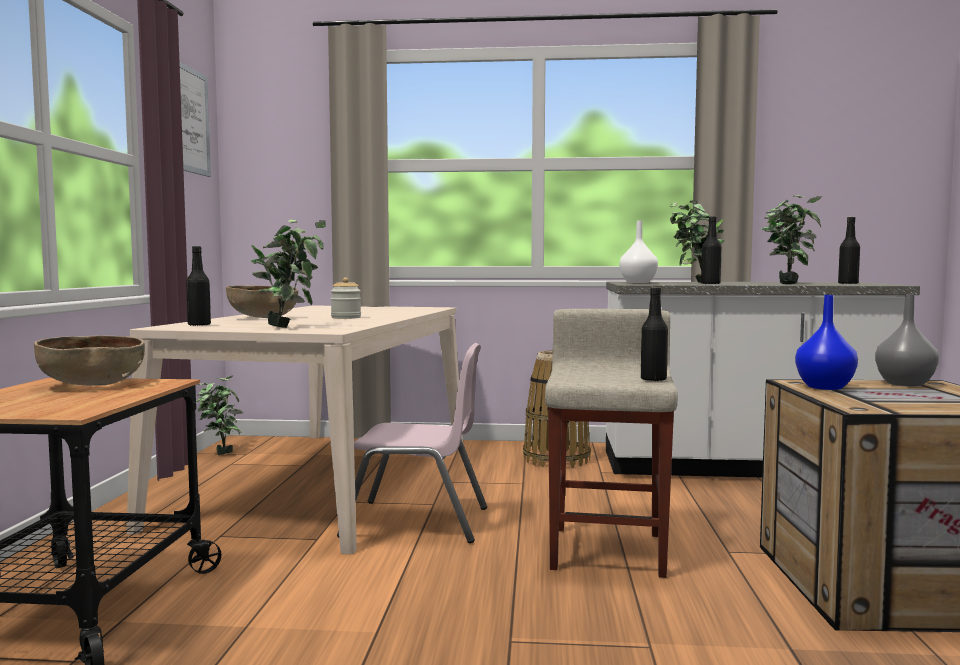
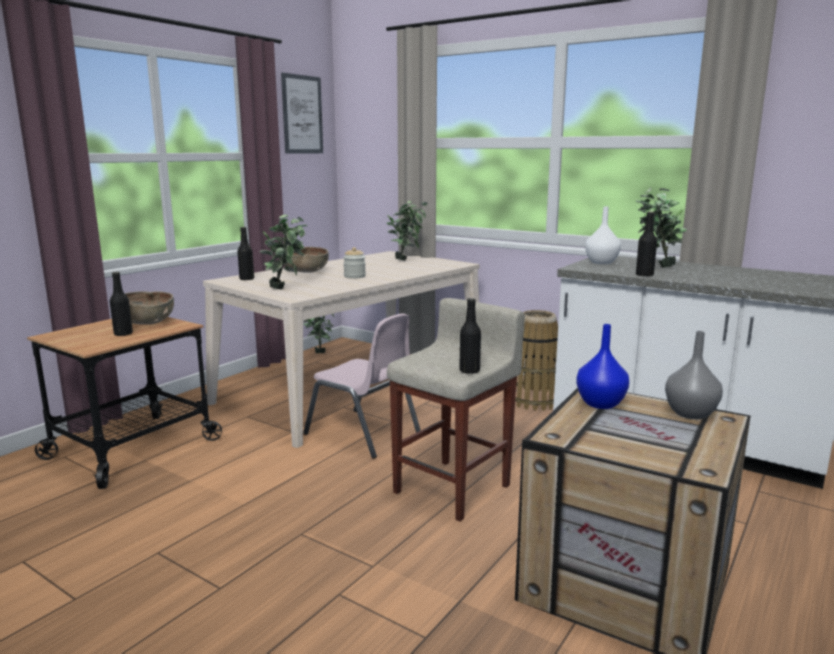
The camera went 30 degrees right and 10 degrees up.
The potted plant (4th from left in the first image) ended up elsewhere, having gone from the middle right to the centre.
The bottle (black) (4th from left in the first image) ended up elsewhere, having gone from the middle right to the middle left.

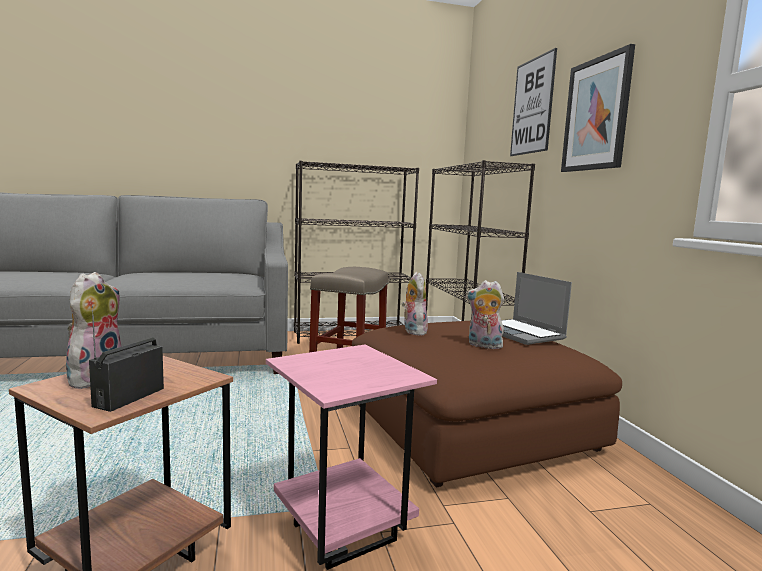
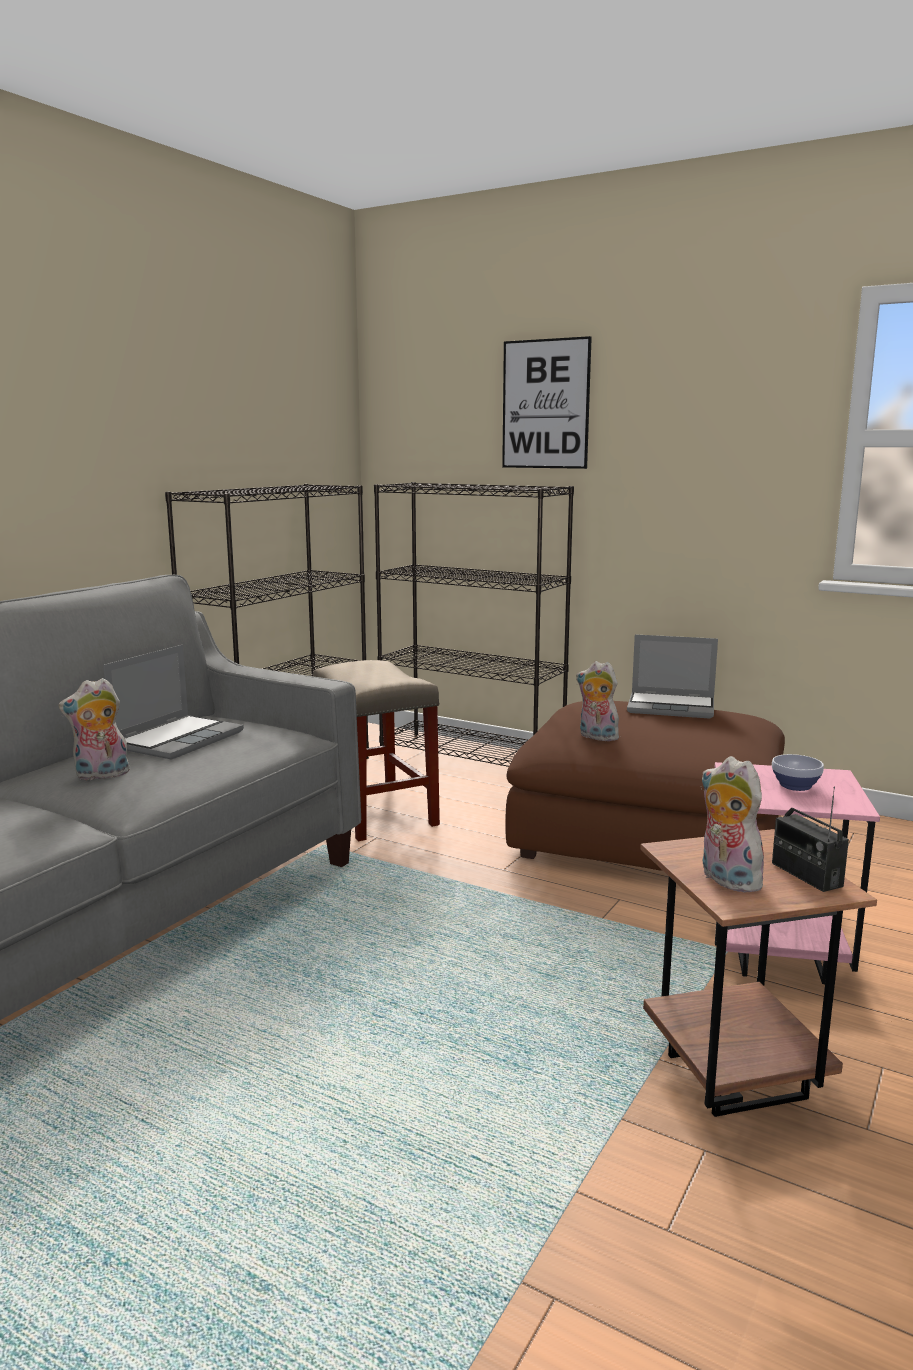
The camera went 45 degrees left and 5 degrees up.
The second view lost the picture (2nd from left) at the top right.
The plush toy (3rd from left in the first image) ended up elsewhere, having gone from the centre to the middle left.
The second view gained the laptop (1st from left) at the middle left.
The second view gained the bowl at the middle right.

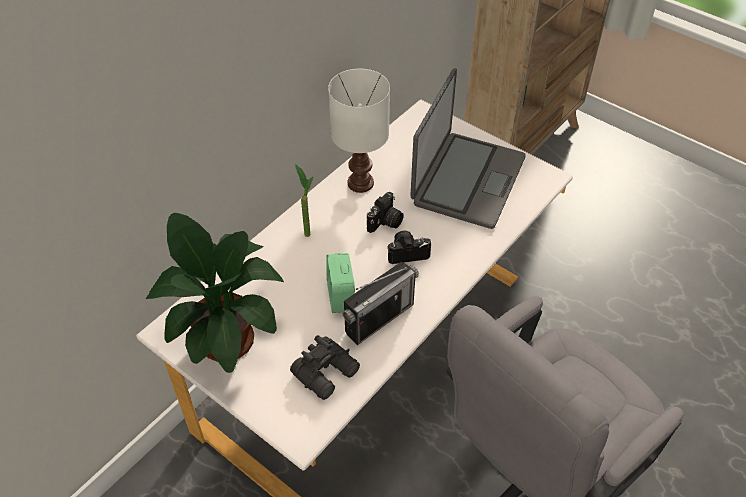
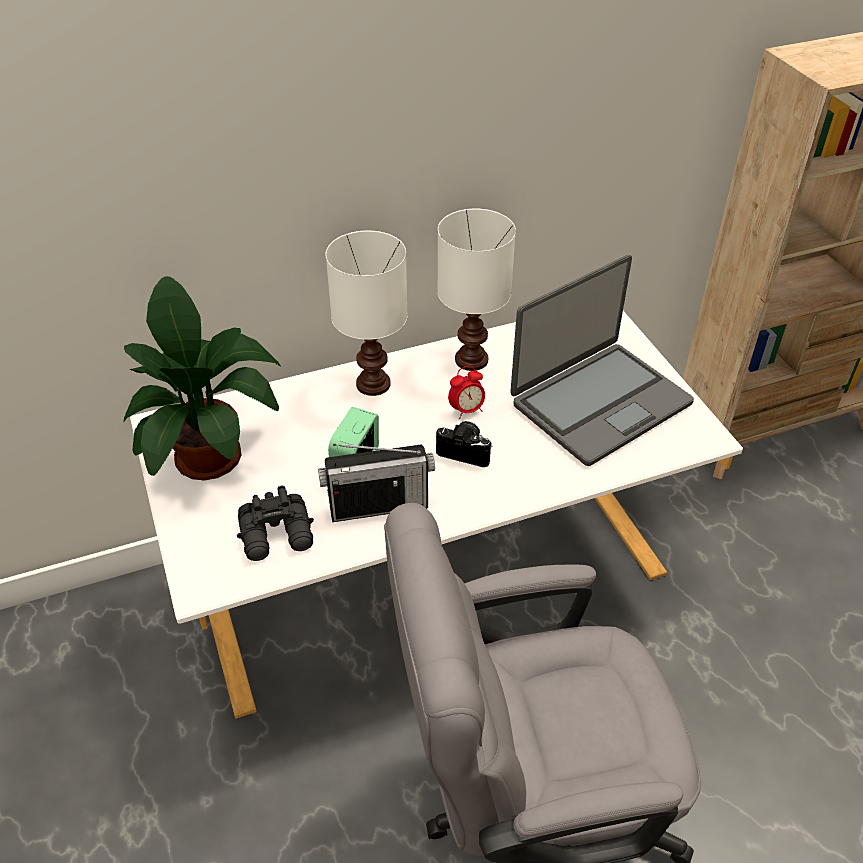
The camera went 30 degrees right and 5 degrees down.
Where the potted plant (2nd from left) stood at the centre, the table lamp (white) (1st from left) came to stand at the centre.
Where the photo camera (1st from left) stood at the centre, the alarm clock (2nd from left) came to stand at the centre.

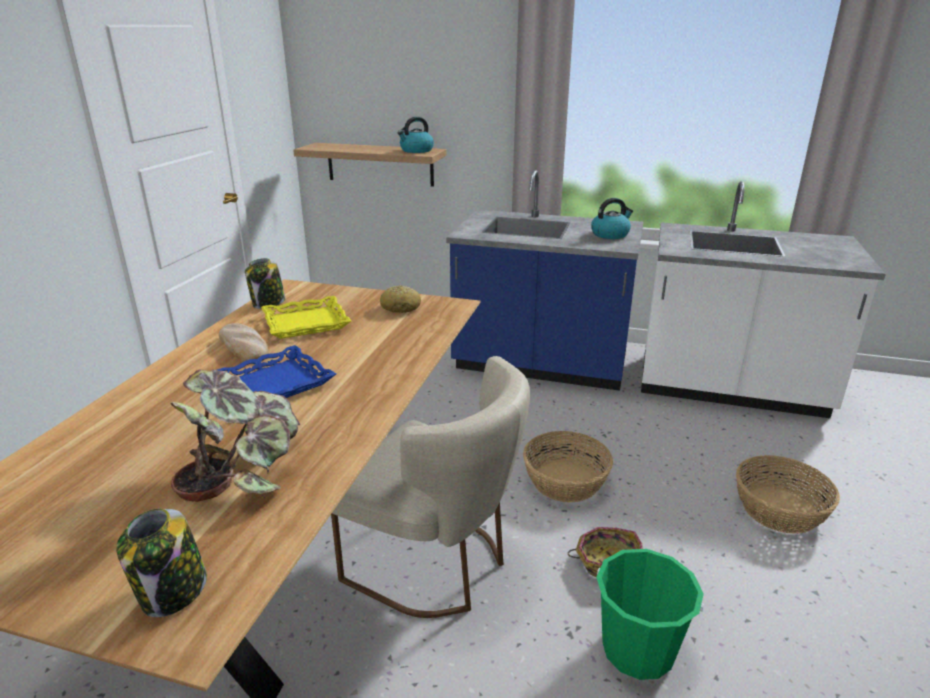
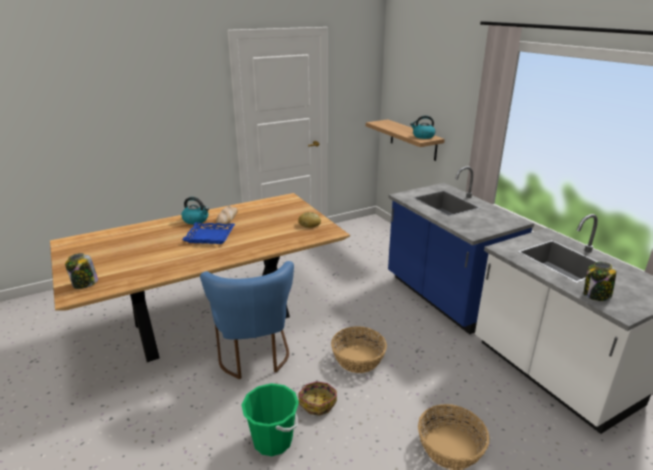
The camera went 45 degrees right and 0 degrees up.
The kettle (2nd from left in the first image) ended up elsewhere, having gone from the top centre to the middle left.
The jar (2nd from left) ended up elsewhere, having gone from the middle left to the middle right.
The second view lost the tray (yellow) at the middle left.
What was the chair (beige) at the bottom centre turned into the chair (blue) at the bottom centre.
The second view lost the potted plant at the middle left.

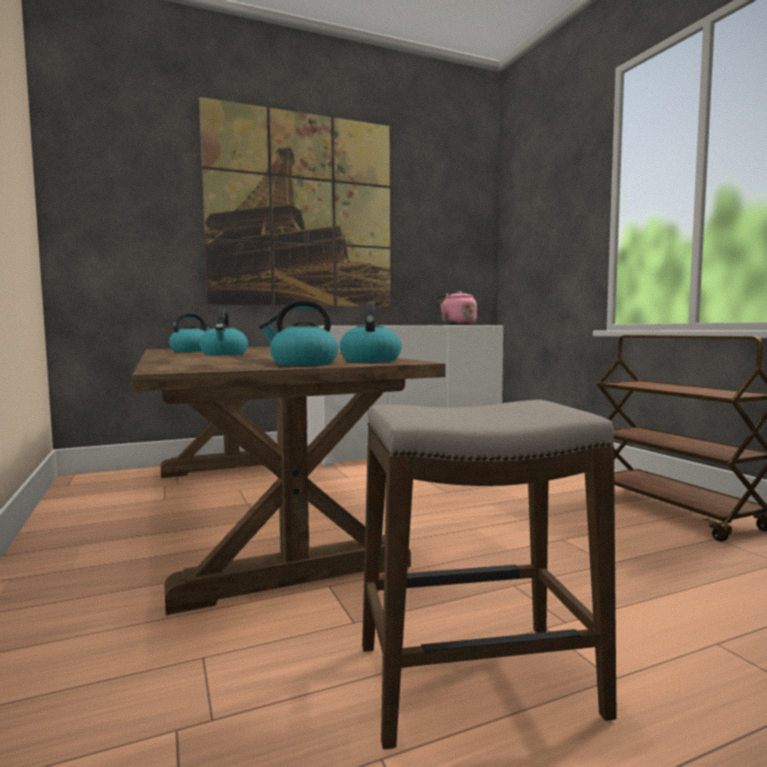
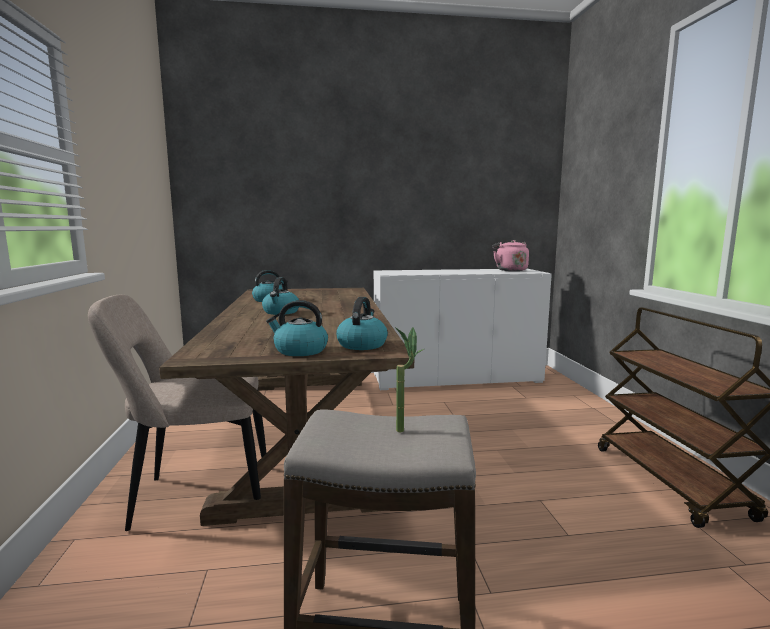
The camera went 15 degrees right and 5 degrees up.
The second view lost the picture at the top centre.
The second view gained the chair (beige) at the middle left.
The second view gained the potted plant at the centre.

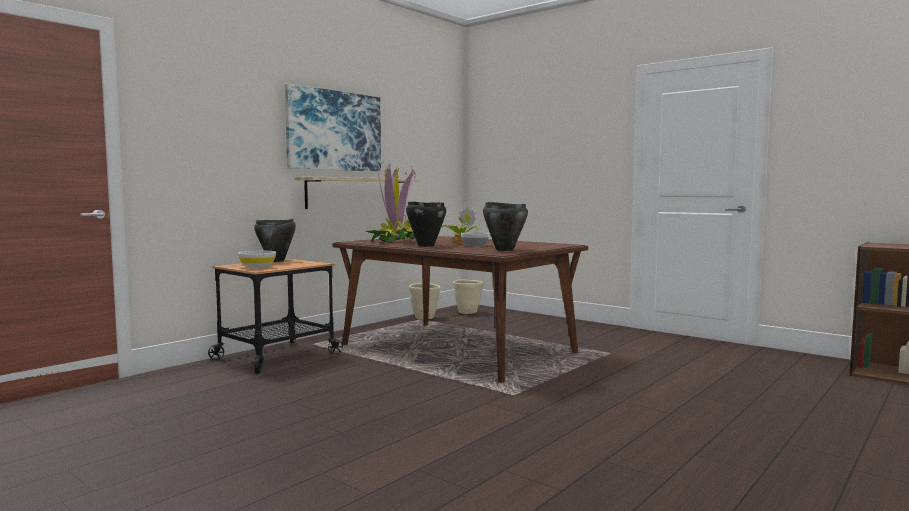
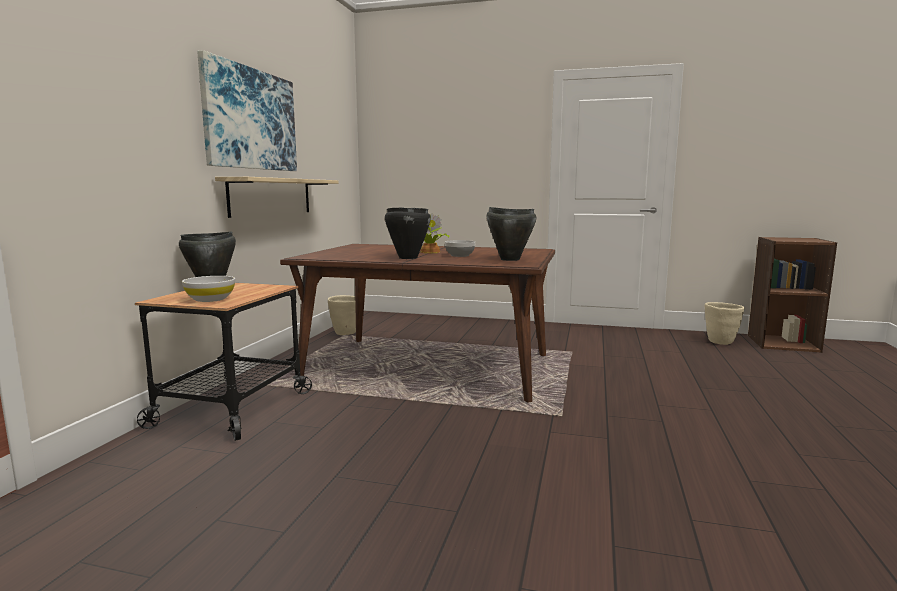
The camera went 25 degrees left and 5 degrees up.
The second view lost the potted plant (1st from left) at the centre.
The planter (beige) (2nd from left) ended up elsewhere, having gone from the centre to the middle right.

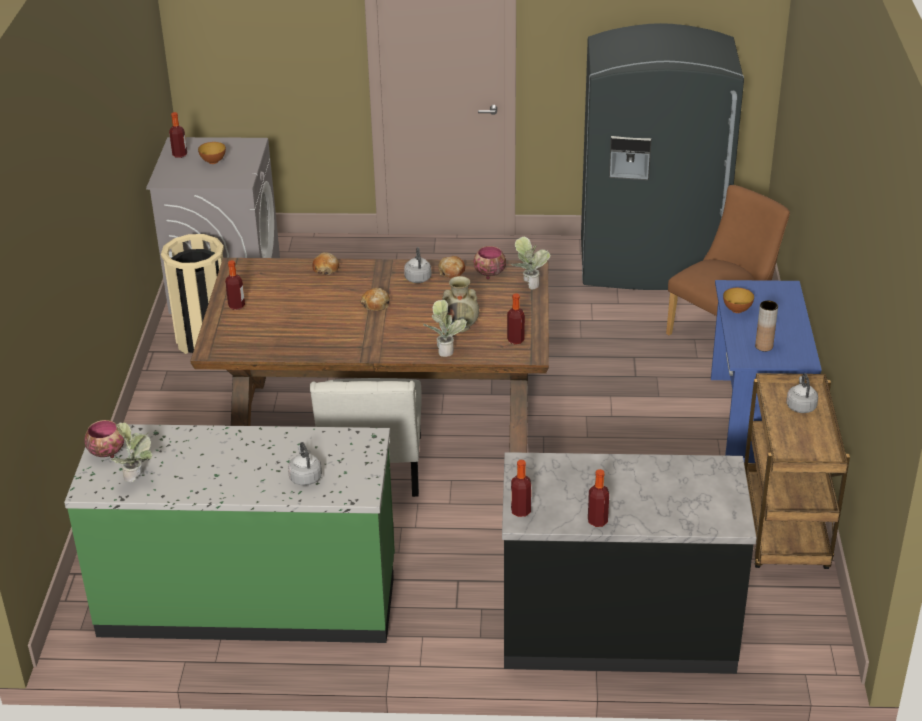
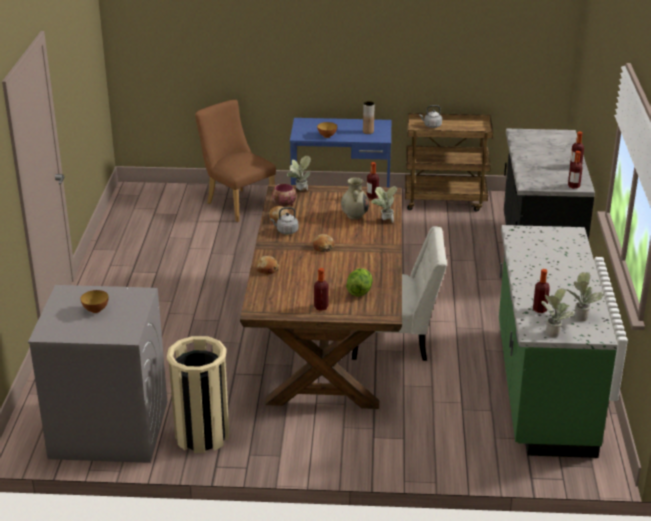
The camera went 90 degrees left and 5 degrees down.
The second view lost the fridge (grey) at the top right.
The bottle (1st from left in the first image) ended up elsewhere, having gone from the top left to the middle right.
Where the bowl (1st from left) stood at the middle left, the potted plant (3rd from left) came to stand at the middle right.
The second view lost the kettle (grey) (1st from left) at the middle left.
The second view gained the lettuce at the centre.

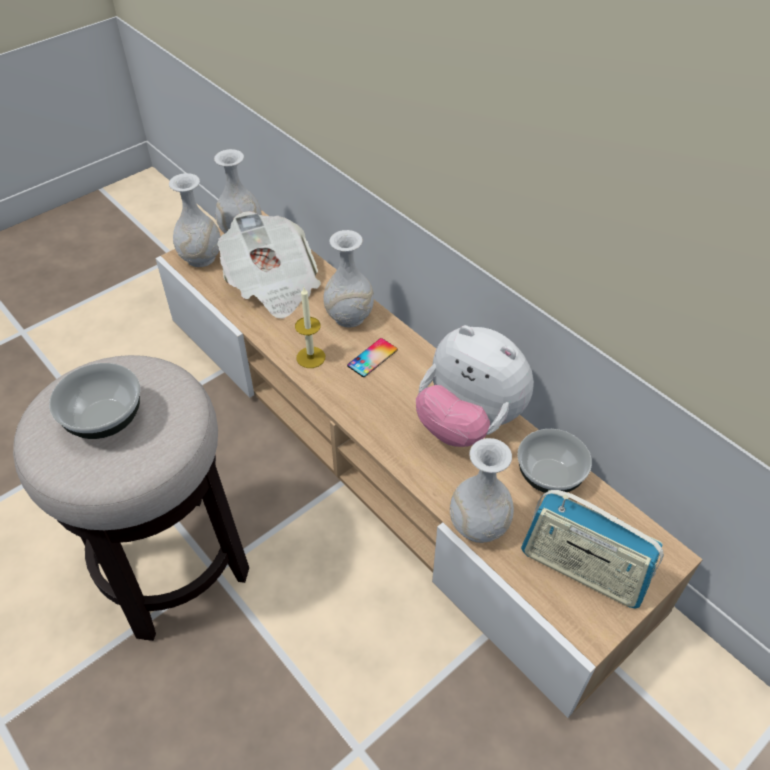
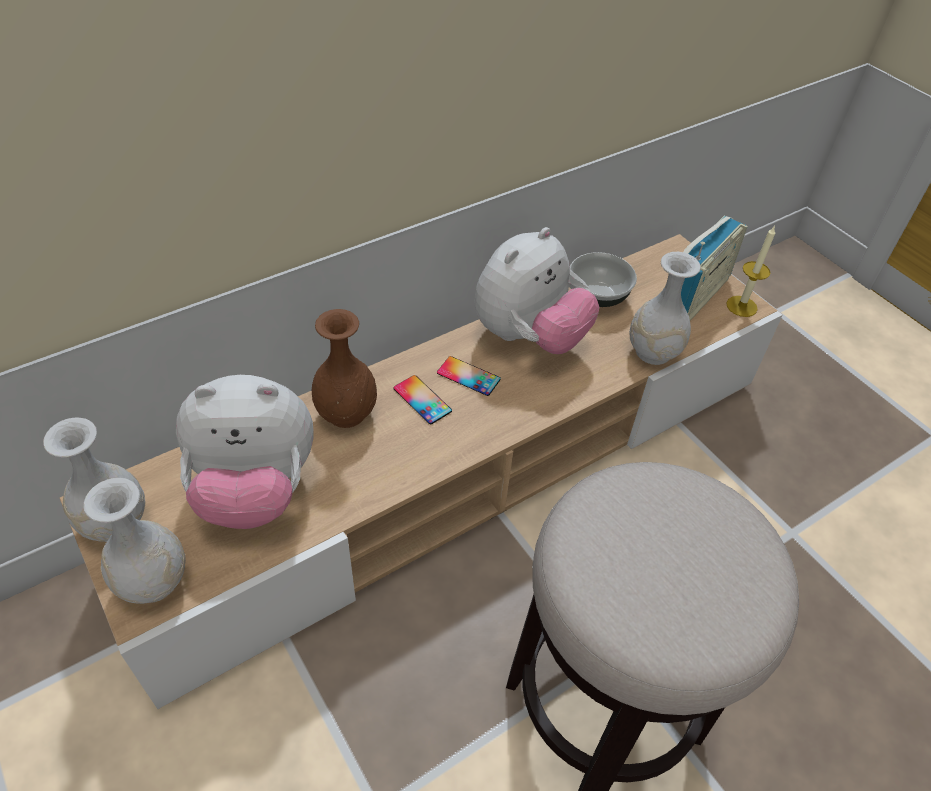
The camera went 85 degrees left and 0 degrees up.
Where the newspaper stood at the centre, the plush toy (1st from left) came to stand at the middle left.
What was the vase (white) (3rd from left) at the centre turned into the vase (brown) at the centre.
The candle ended up elsewhere, having gone from the centre to the middle right.
The second view lost the bowl (1st from left) at the middle left.
The second view gained the phone (2nd from left) at the centre.

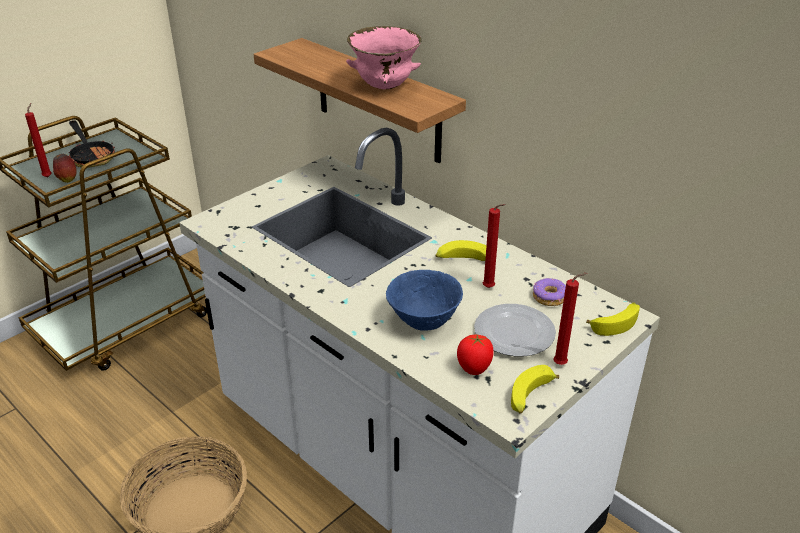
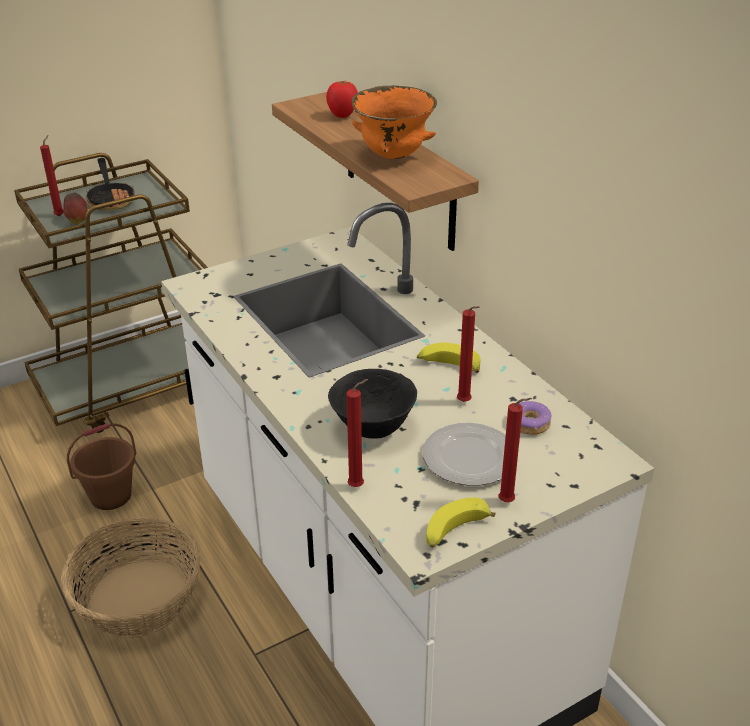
The camera went 15 degrees right and 0 degrees up.
What was the bowl (pink) at the top centre turned into the bowl (orange) at the top centre.
What was the bowl (blue) at the centre turned into the bowl (black) at the centre.
The second view lost the banana (3rd from left) at the middle right.
The tomato ended up elsewhere, having gone from the centre to the top centre.
The second view gained the candle (red) (2nd from left) at the centre.
The second view gained the bucket (brown) at the middle left.

